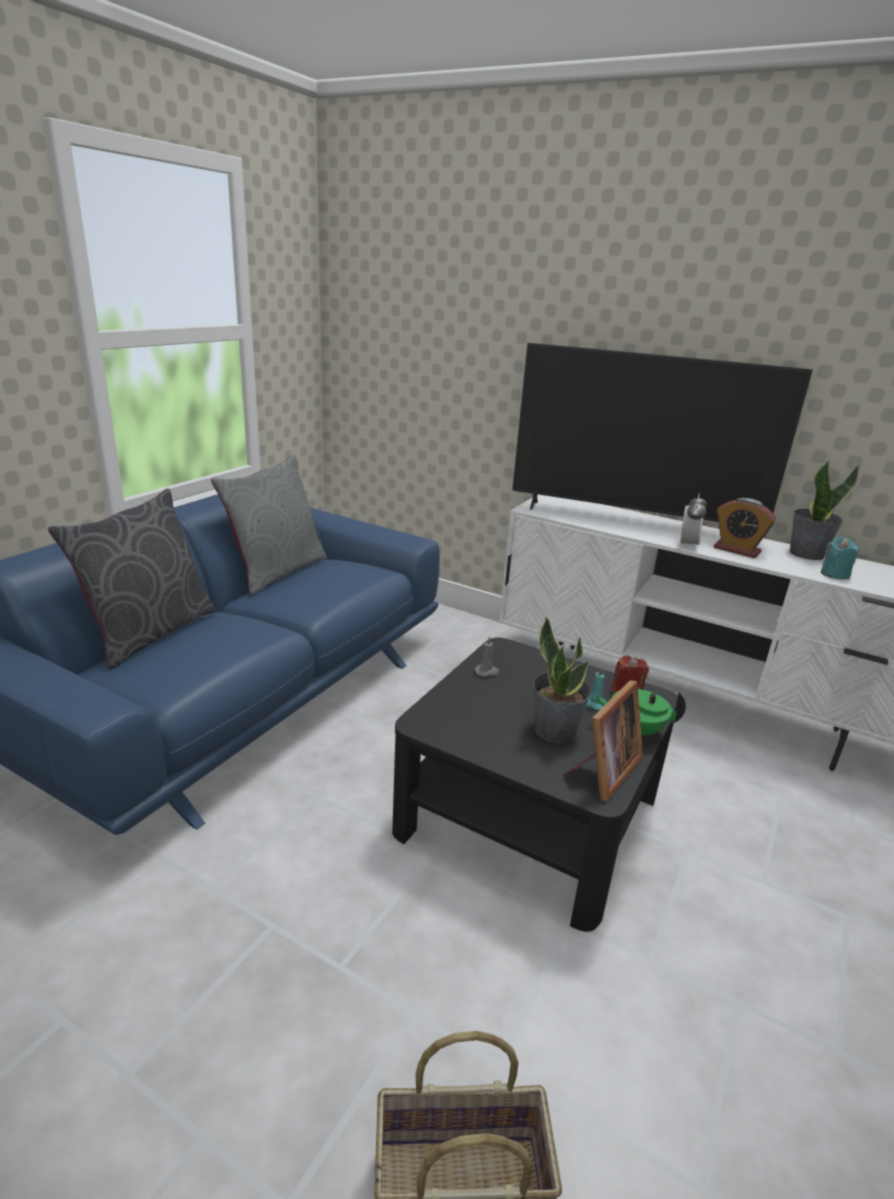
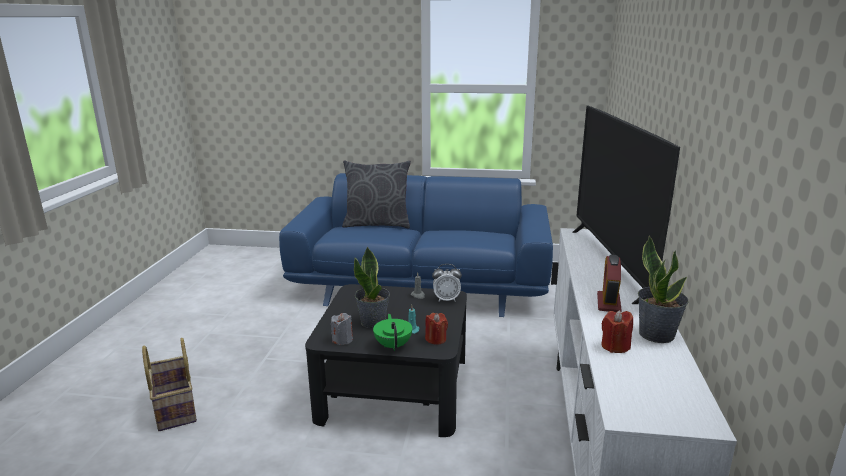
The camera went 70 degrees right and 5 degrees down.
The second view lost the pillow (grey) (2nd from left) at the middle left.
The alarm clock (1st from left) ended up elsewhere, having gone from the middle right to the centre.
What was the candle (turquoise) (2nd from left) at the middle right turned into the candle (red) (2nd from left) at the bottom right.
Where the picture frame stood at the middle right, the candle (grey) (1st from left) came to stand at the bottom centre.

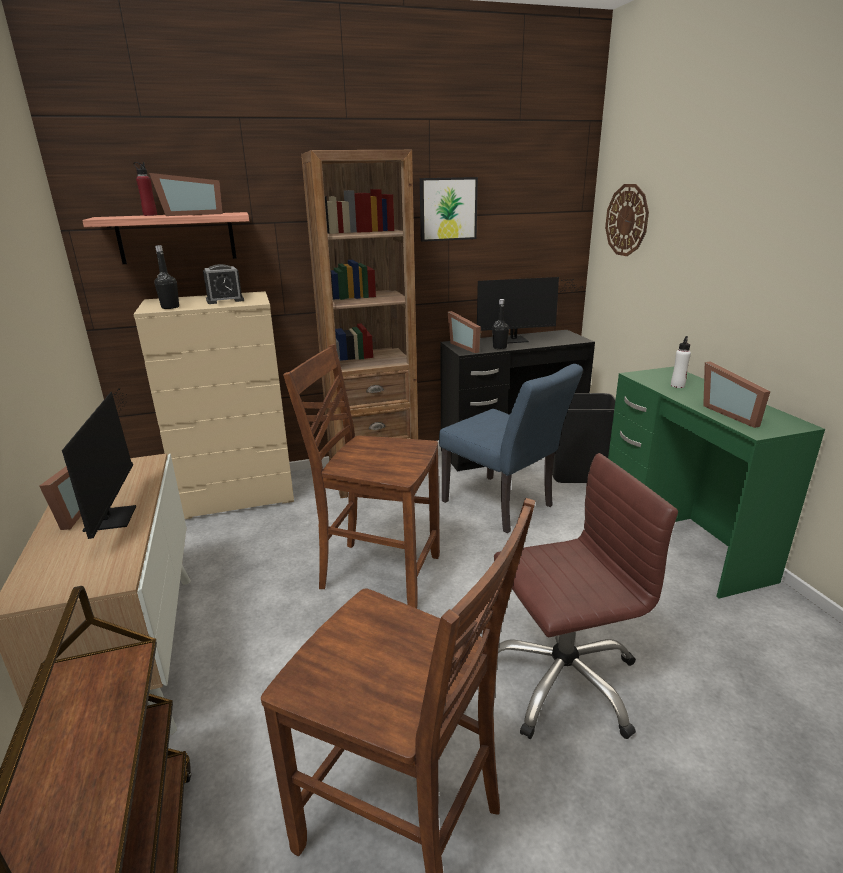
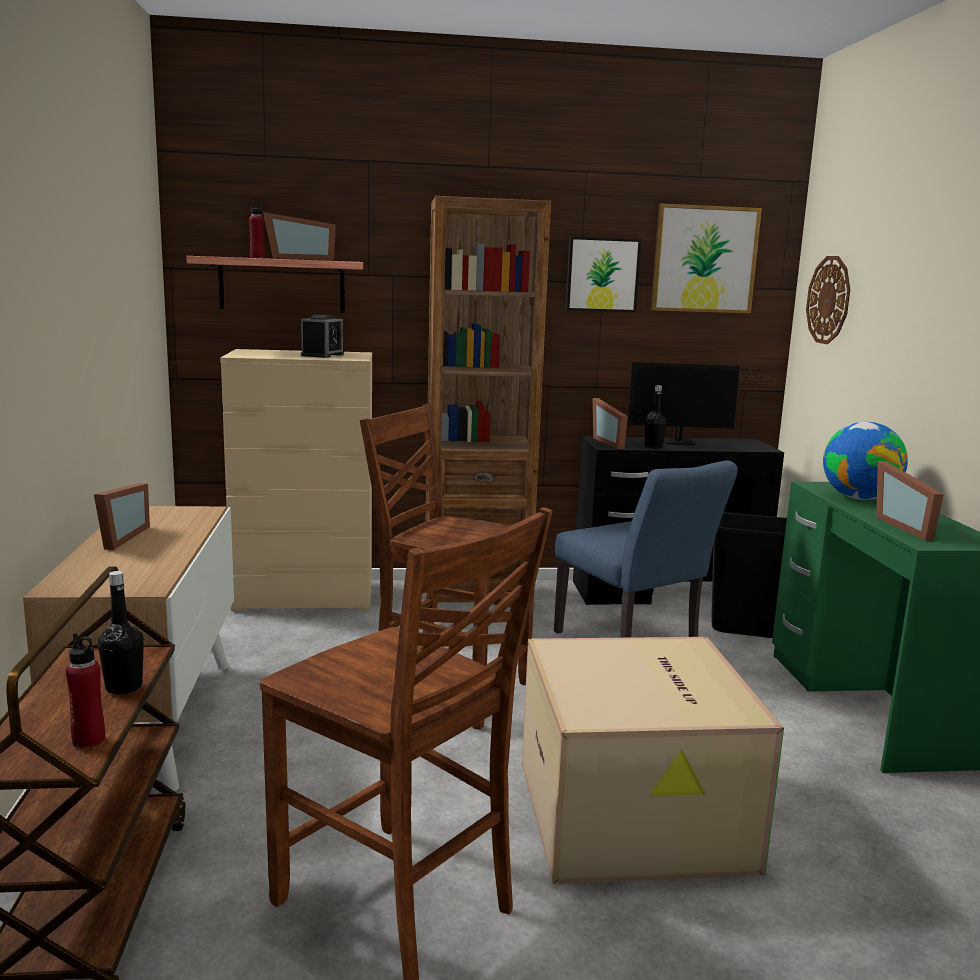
The camera went 10 degrees right and 10 degrees down.
The bottle (black) (1st from left) ended up elsewhere, having gone from the top left to the middle left.
The alarm clock at the top left ended up facing another way, 60 degrees counterclockwise from before.
Where the bottle (white) stood at the middle right, the globe came to stand at the middle right.
The second view lost the monitor (1st from left) at the middle left.
Where the office chair (brown) stood at the bottom right, the cardboard box came to stand at the bottom centre.
The second view gained the picture (2nd from left) at the top right.
The second view gained the bottle (red) (1st from left) at the bottom left.

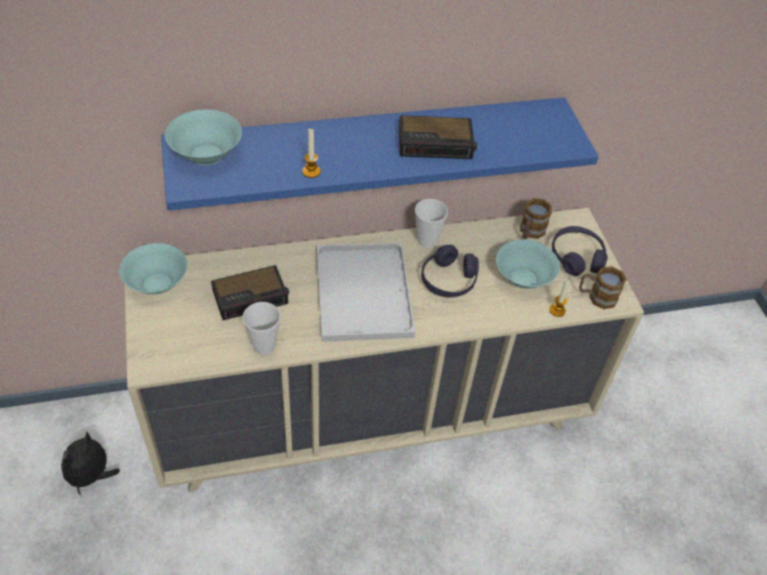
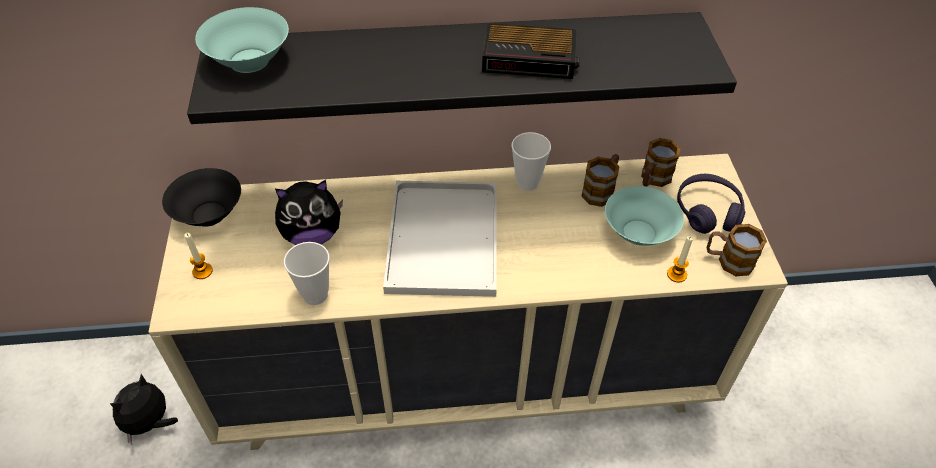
The camera went 10 degrees right and 0 degrees up.
What was the shelf (blue) at the top centre turned into the shelf (black) at the top centre.
The candle (1st from left) ended up elsewhere, having gone from the top centre to the middle left.
What was the bowl (turquoise) (1st from left) at the middle left turned into the bowl (black) at the middle left.
The second view lost the headphones (purple) (1st from left) at the centre.
Where the alarm clock (1st from left) stood at the middle left, the plush toy (2nd from left) came to stand at the middle left.
The second view gained the mug (1st from left) at the centre.

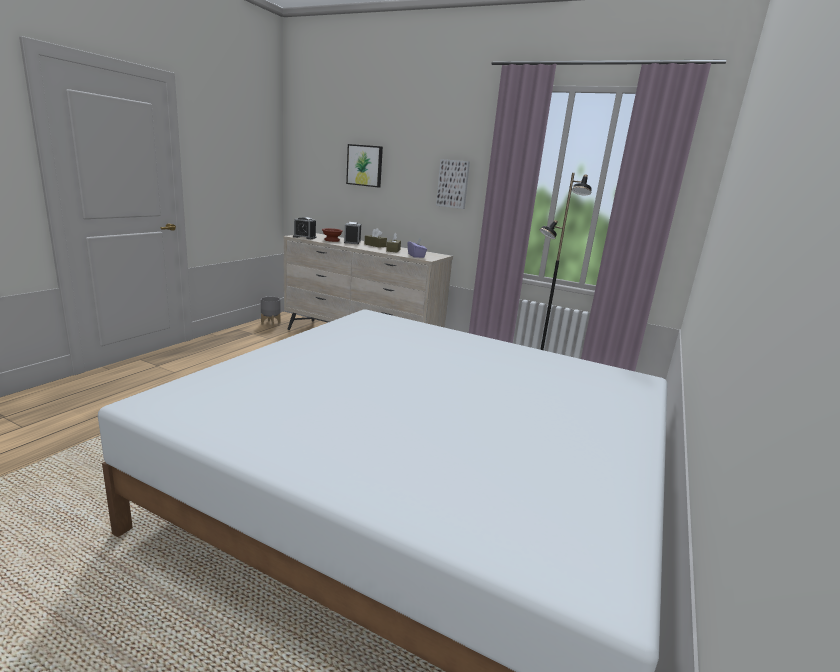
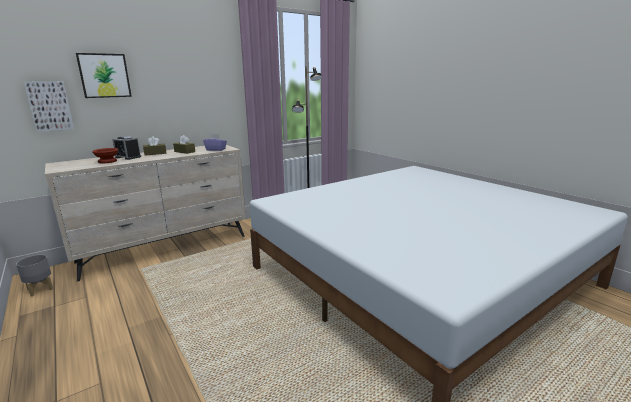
The camera went 60 degrees left and 0 degrees up.
The picture (2nd from left in the first image) ended up elsewhere, having gone from the top centre to the top left.
The second view lost the alarm clock (1st from left) at the centre.

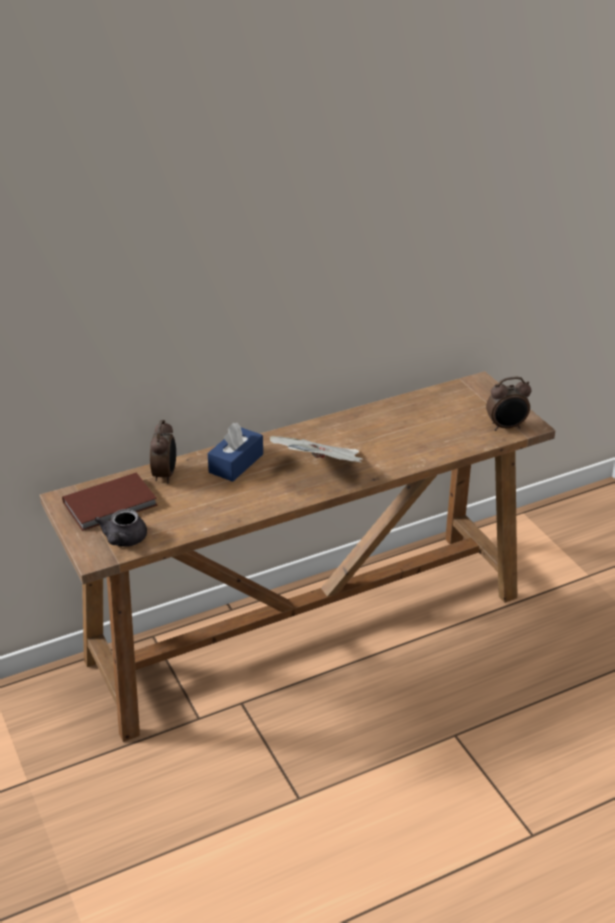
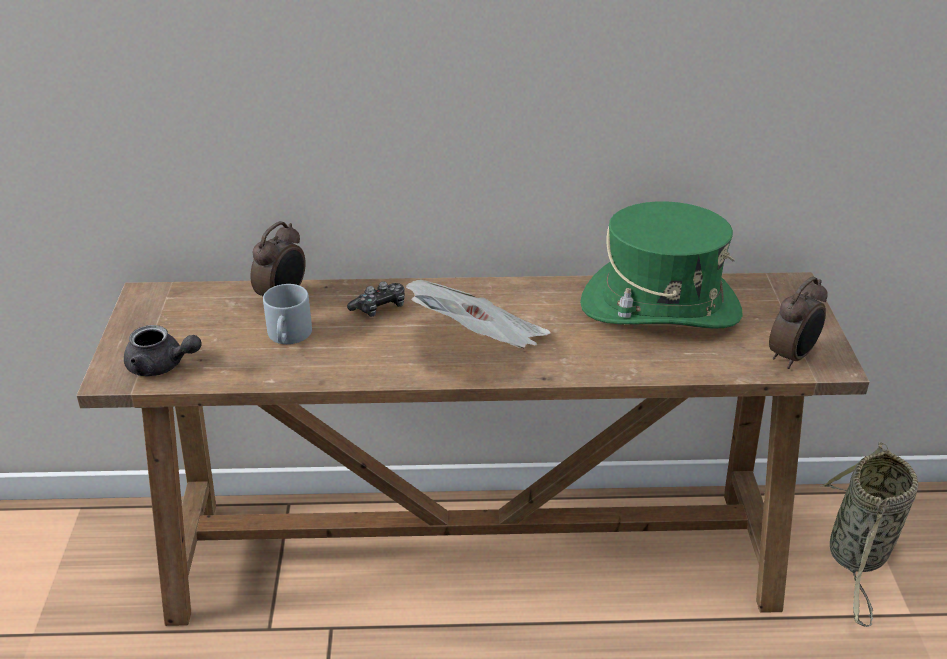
The camera went 25 degrees right and 0 degrees up.
The alarm clock (2nd from left) at the middle right ended up facing another way, 60 degrees counterclockwise from before.
Where the tissue box (blue) stood at the centre, the game controller came to stand at the centre.
The second view lost the book (brown) at the middle left.
The teapot (grey) at the middle left ended up facing another way, 105 degrees counterclockwise from before.
The second view gained the hat (green) at the middle right.
The second view gained the mug (grey) at the middle left.
The second view gained the basket at the bottom right.

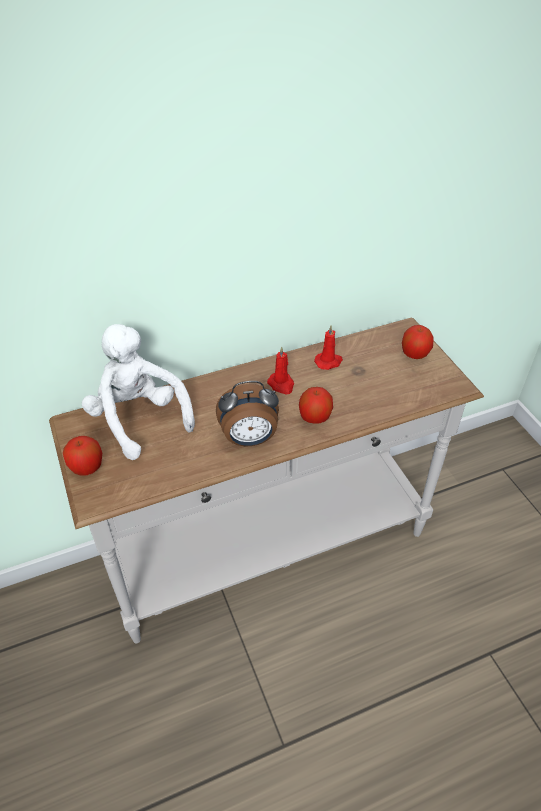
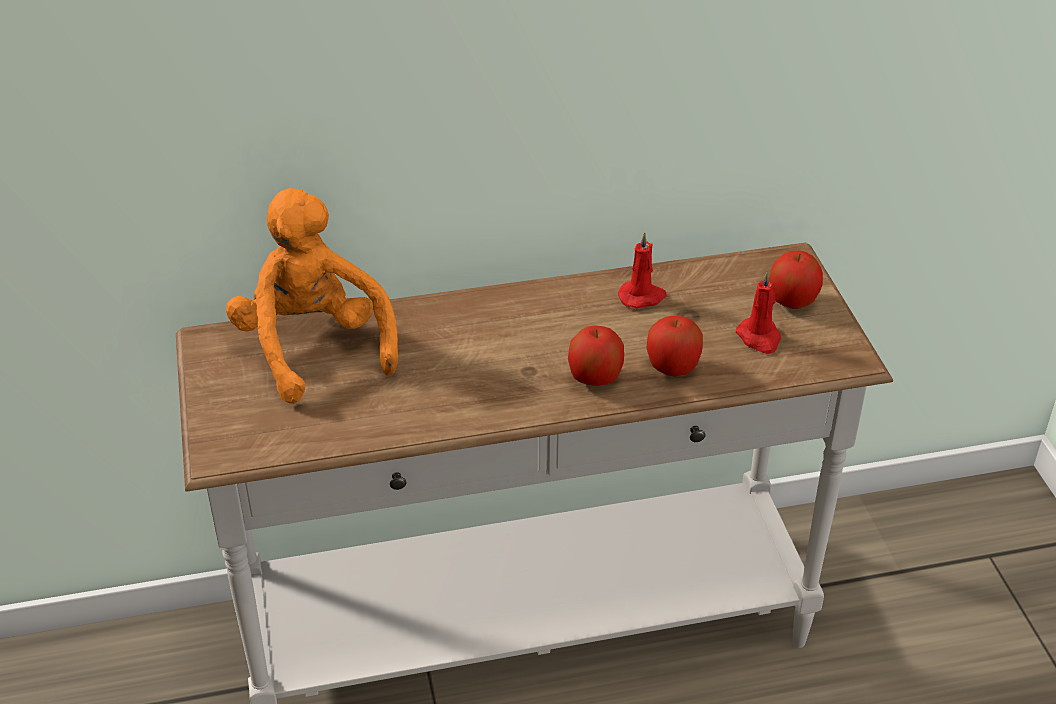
The camera went 10 degrees right and 5 degrees down.
What was the plush toy (white) at the middle left turned into the plush toy (orange) at the middle left.
The candle (red) (1st from left in the first image) ended up elsewhere, having gone from the centre to the middle right.
The second view lost the alarm clock at the centre.
The apple (1st from left in the first image) ended up elsewhere, having gone from the middle left to the centre.

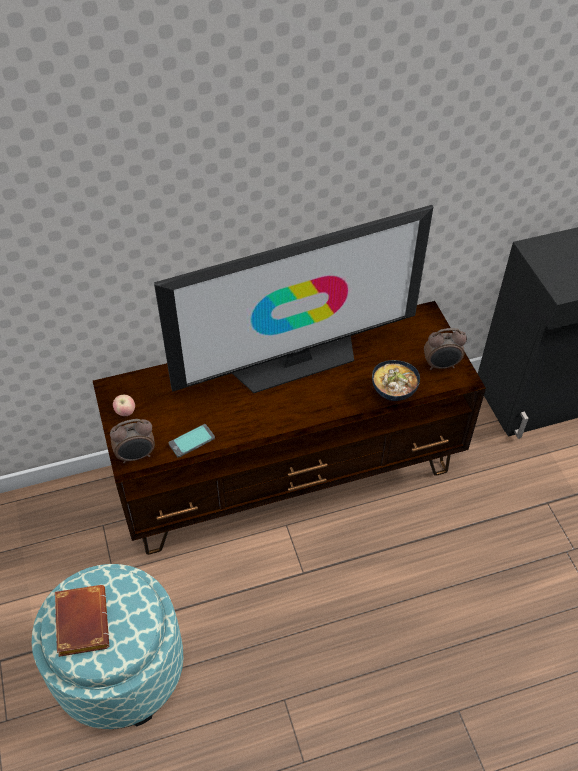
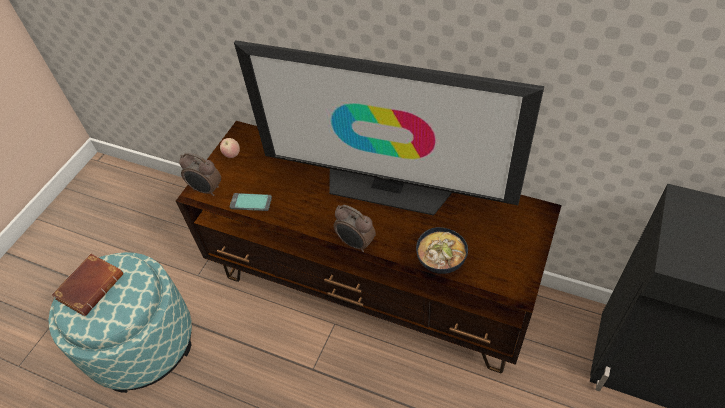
The camera went 45 degrees right and 0 degrees up.
The alarm clock (2nd from left) ended up elsewhere, having gone from the middle right to the centre.

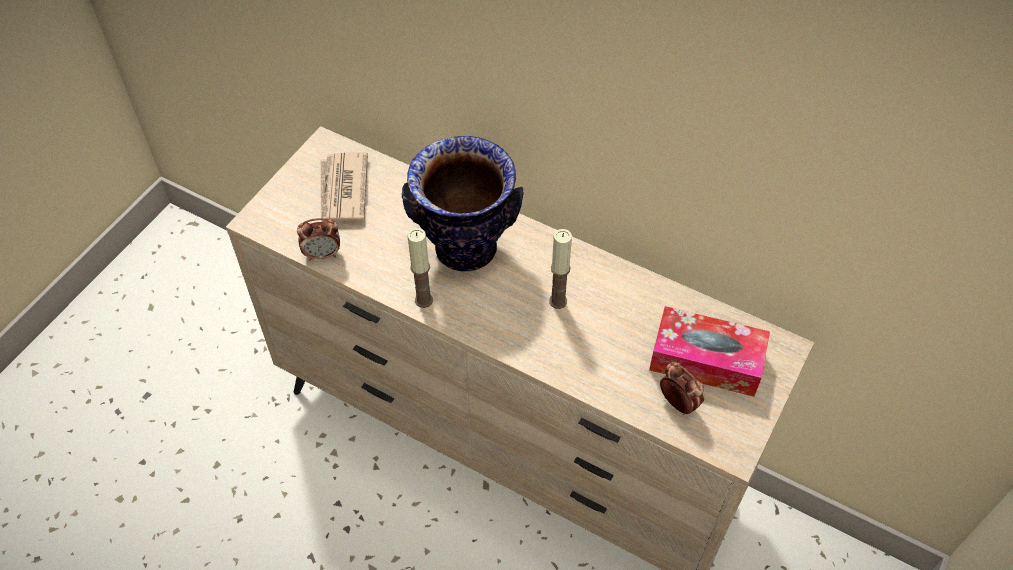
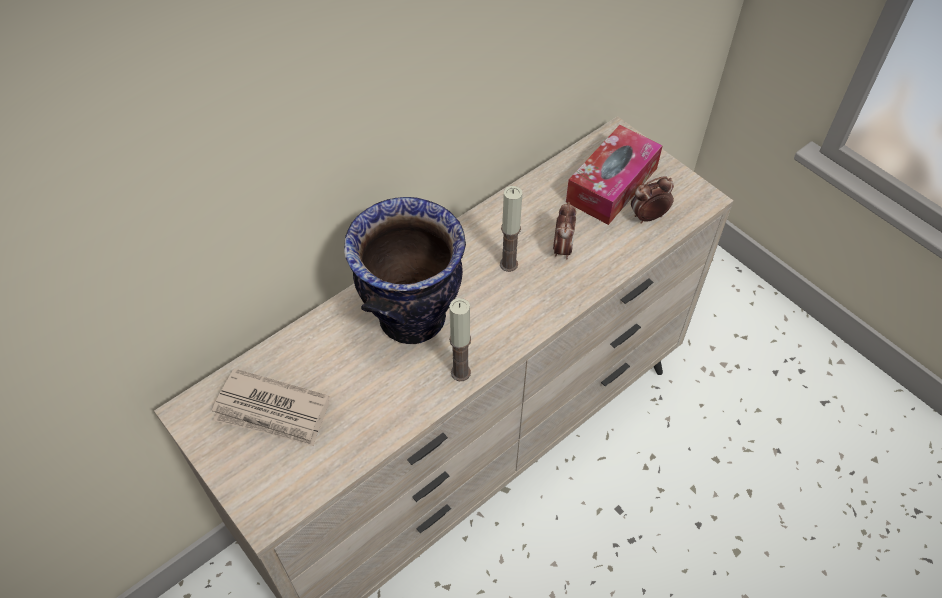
The camera went 70 degrees left and 0 degrees up.
The alarm clock (1st from left) ended up elsewhere, having gone from the middle left to the centre.

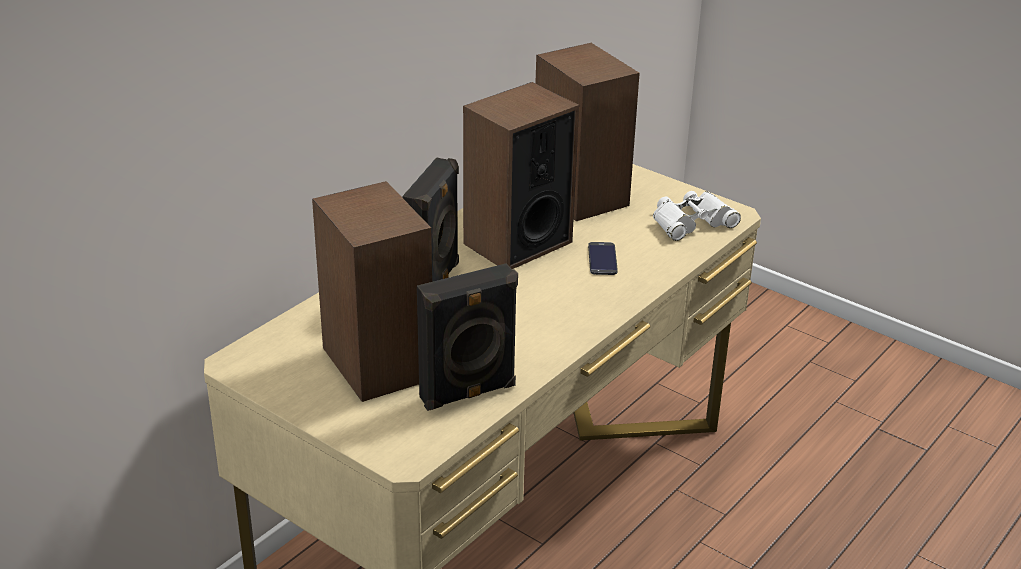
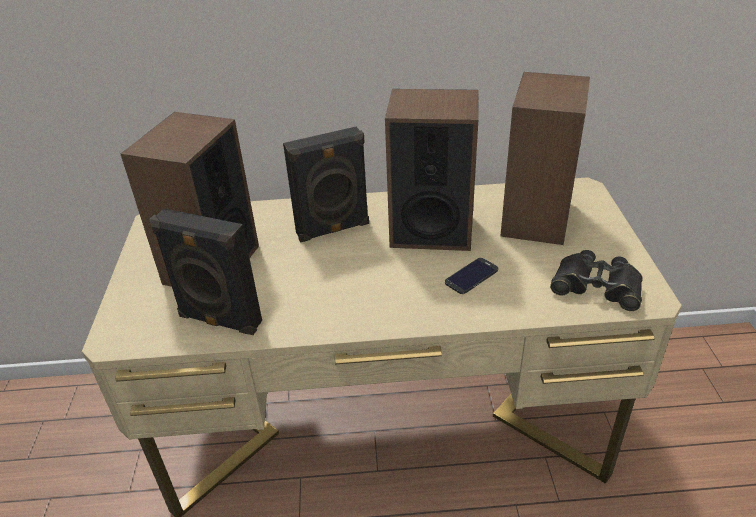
The camera went 50 degrees right and 5 degrees up.
What was the binoculars (white) at the middle right turned into the binoculars (black) at the middle right.

